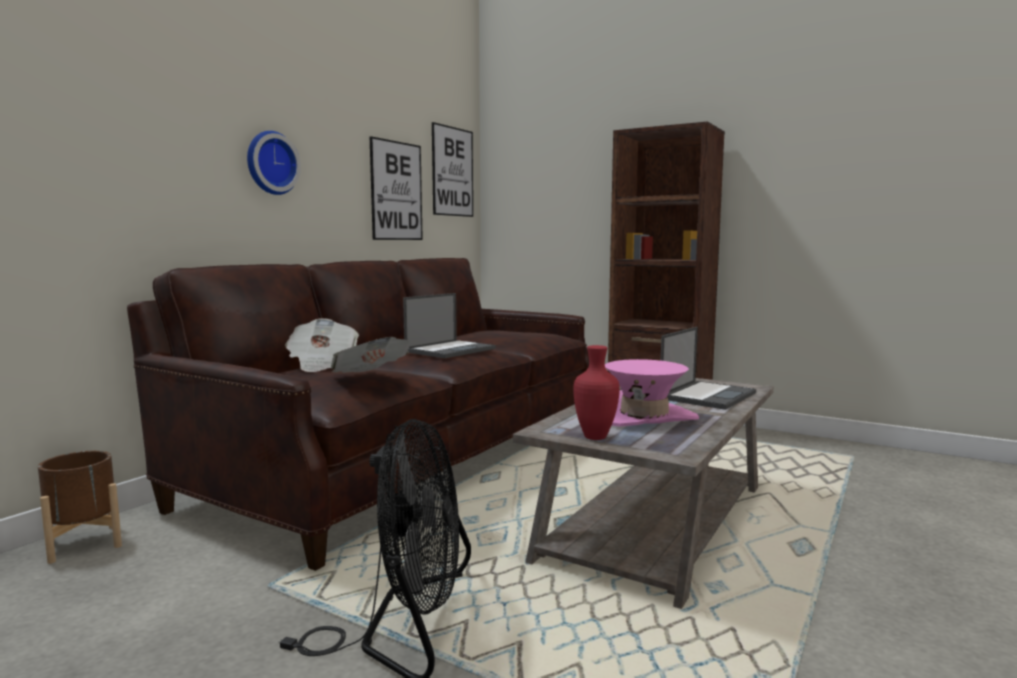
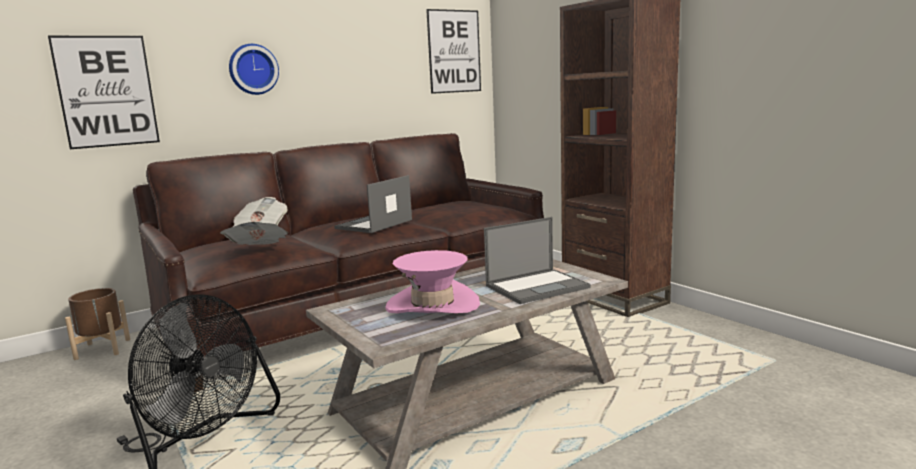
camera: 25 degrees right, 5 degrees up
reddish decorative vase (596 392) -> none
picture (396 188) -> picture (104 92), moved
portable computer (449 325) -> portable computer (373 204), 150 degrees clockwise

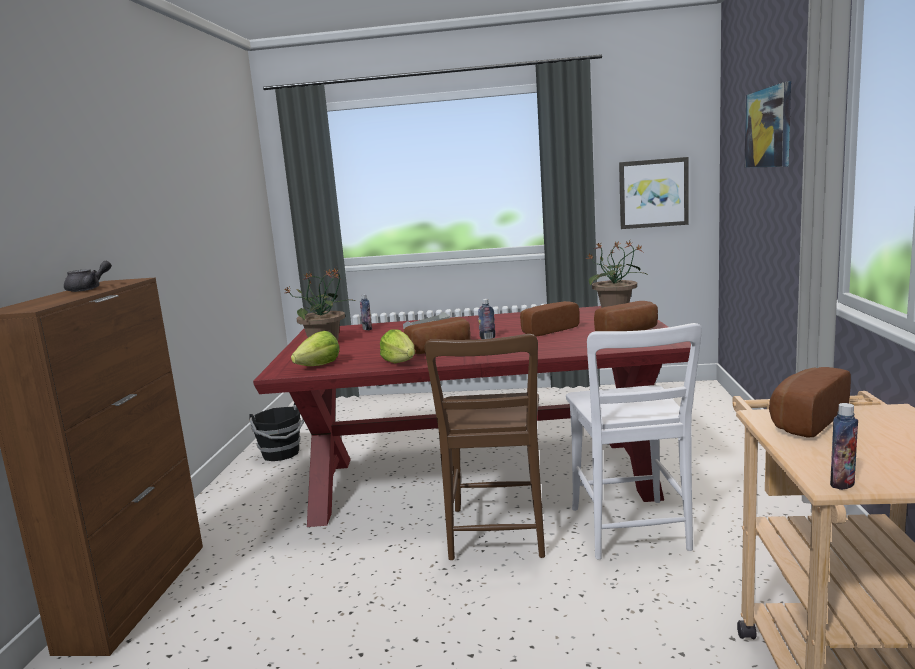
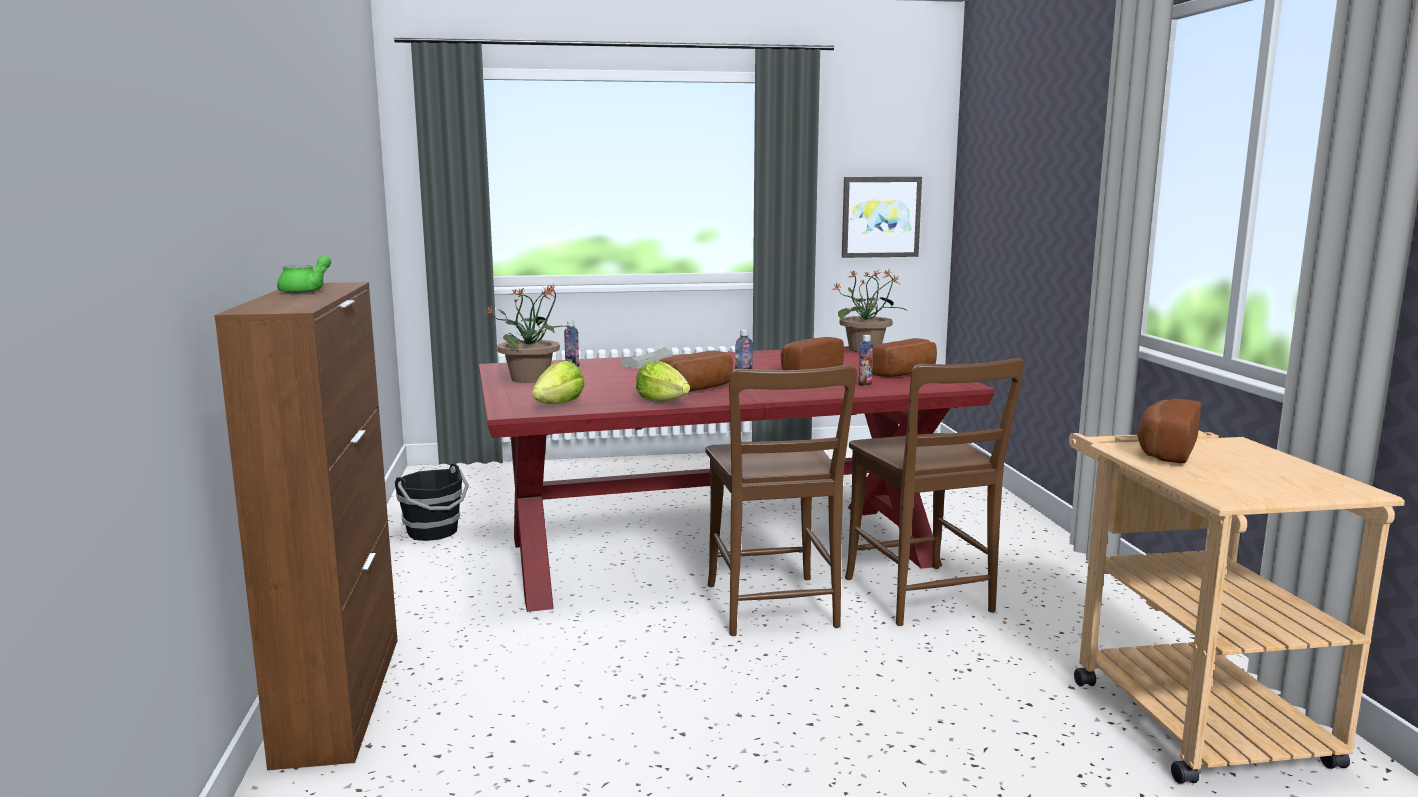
camera: 15 degrees left, 0 degrees up
picture (768 124) -> none
beverage bottle (844 446) -> beverage bottle (865 360), moved
grey tea pot (88 276) -> green-coloured tea pot (304 274)
white upright chair (634 441) -> brownish upright chair (935 492)

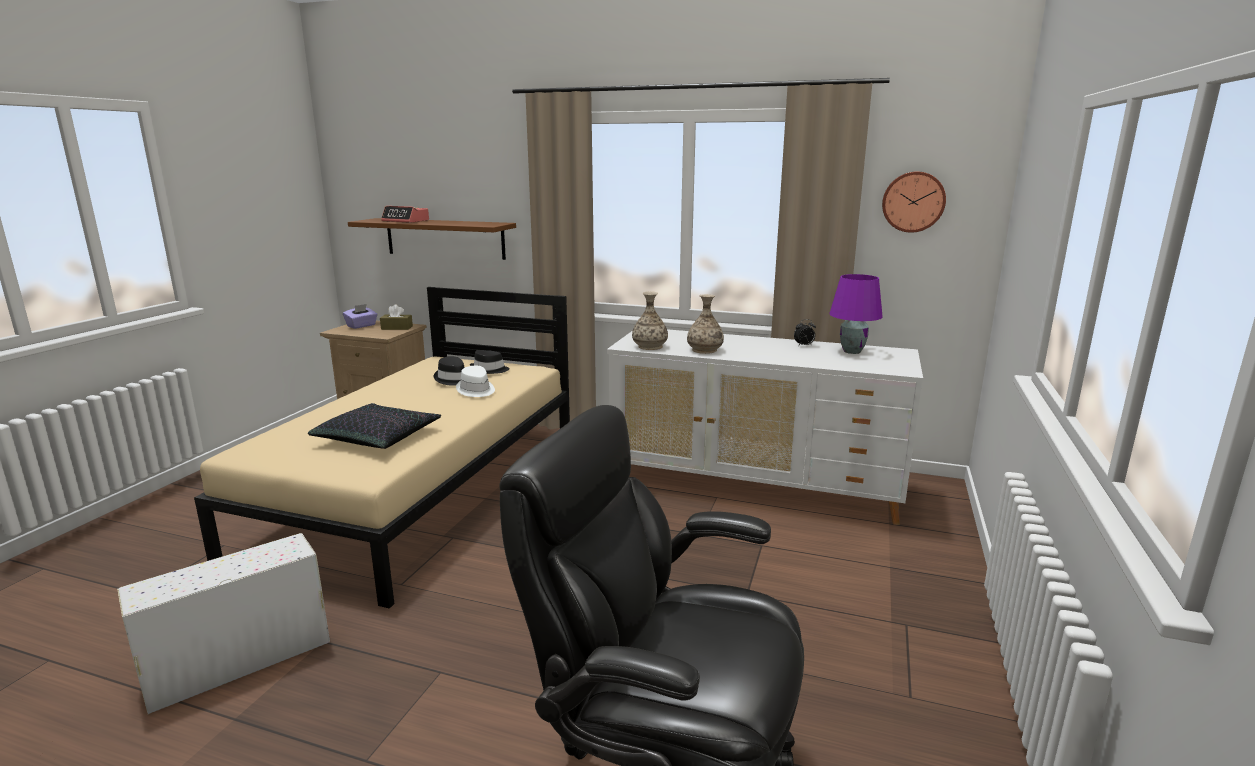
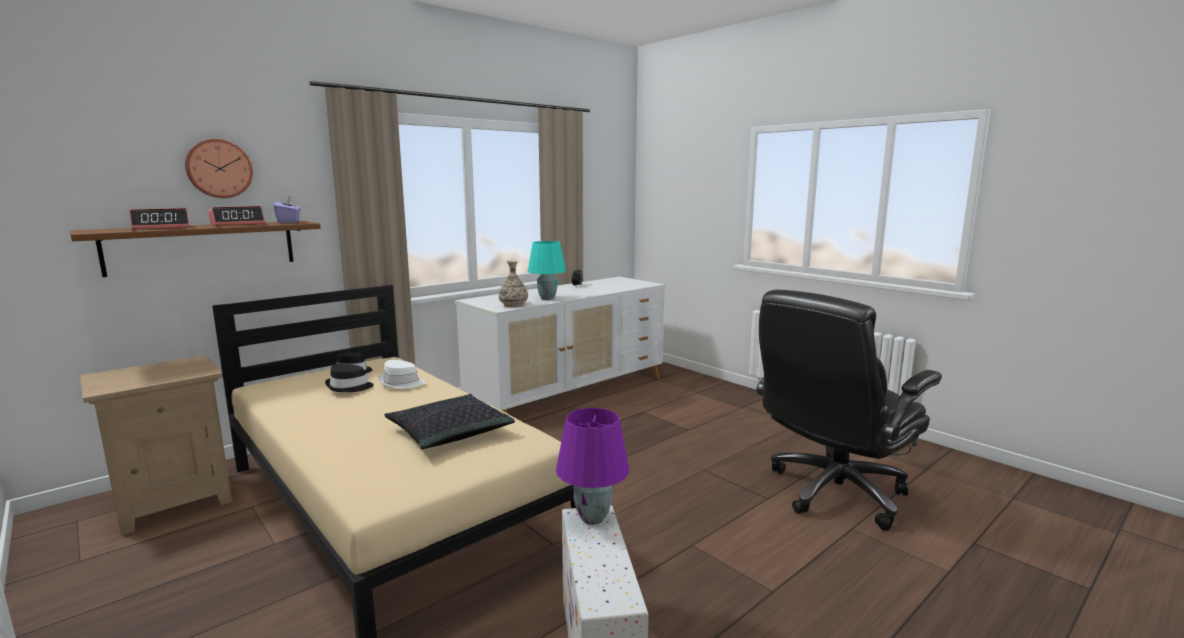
camera: 60 degrees left, 5 degrees down
brownish tissue box (396 317) -> none
none -> table clock (236 216)
purple-coloured tissue box (360 316) -> purple-coloured tissue box (287 209), moved
purple-coloured lamp for a table (856 314) -> purple-coloured lamp for a table (592 466), moved
clock on the wall (914 202) -> clock on the wall (219 168), moved
decorative vase (705 324) -> turquoise-coloured lamp for a table (547 270)

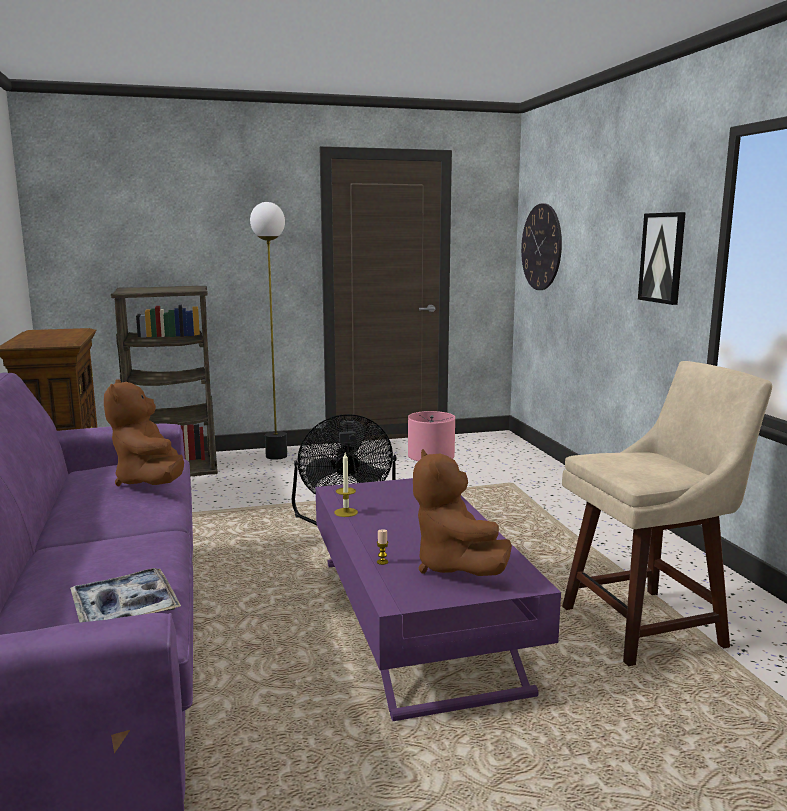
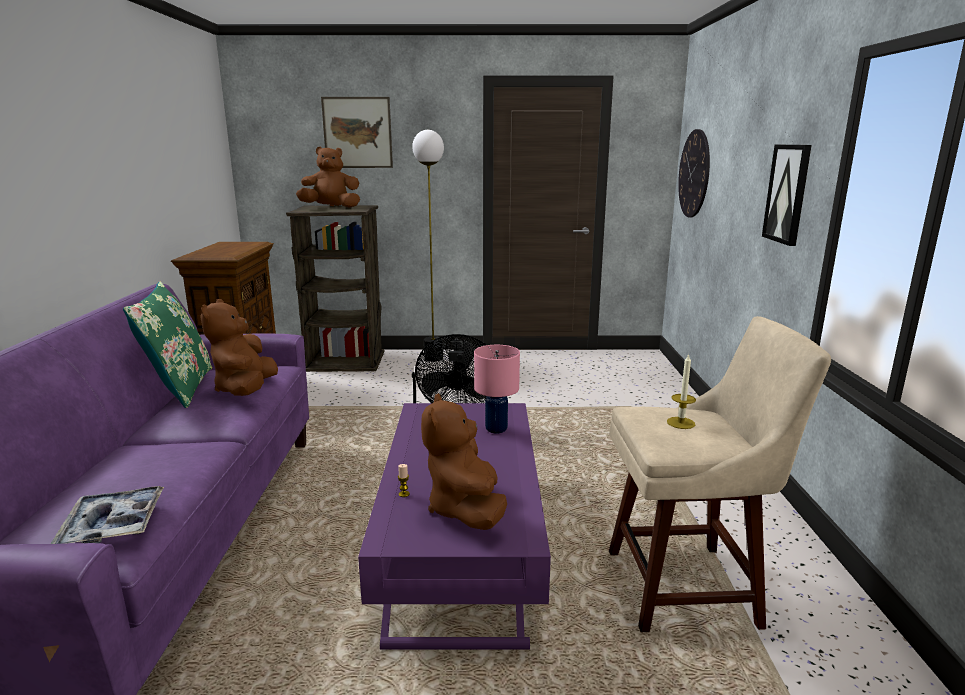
camera: 15 degrees right, 5 degrees up
none -> green-coloured pillow (167 345)
none -> brownish cuddly toy (328 177)
none -> picture (357 132)
wax light (346 485) -> wax light (681 391), moved

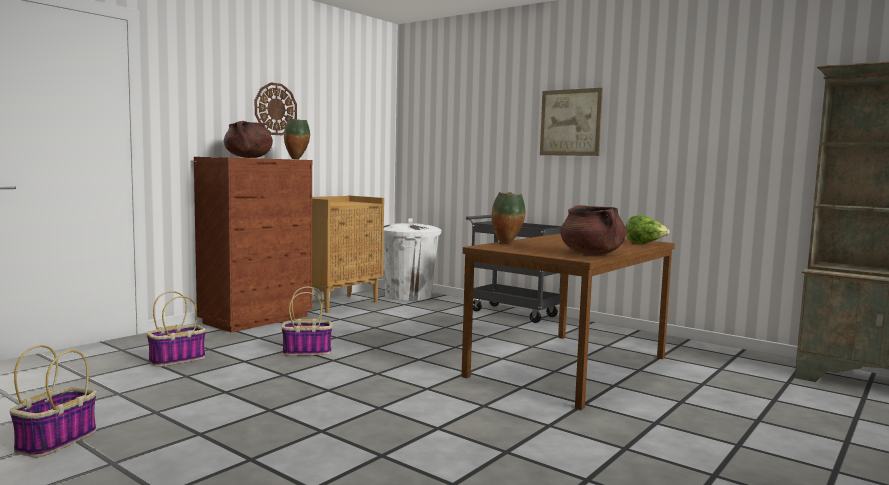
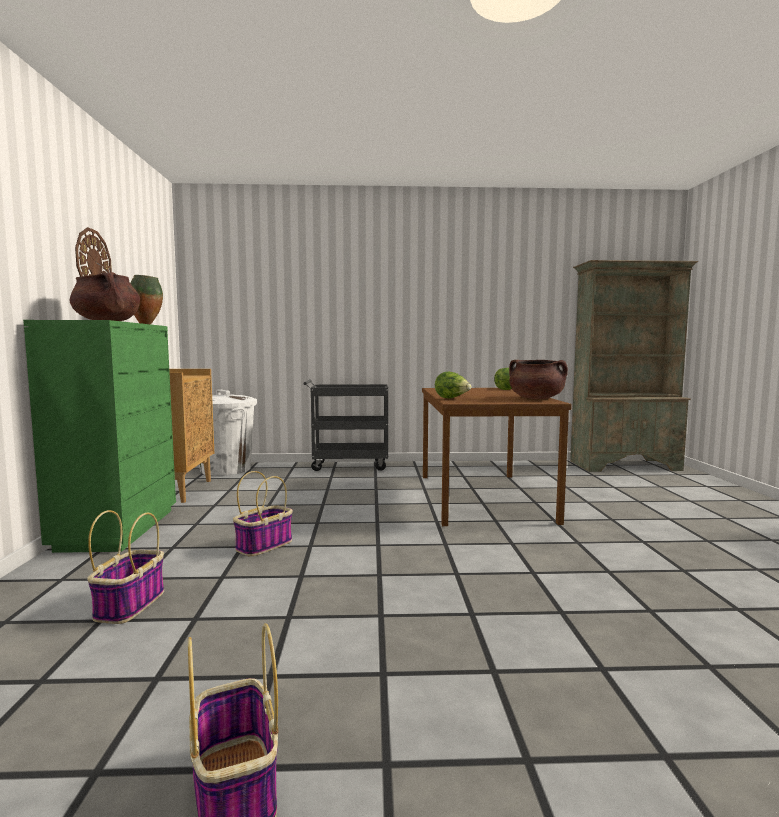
camera: 40 degrees left, 0 degrees up
picture (571 122) -> none
decorative vase (509 218) -> head of lettuce (453 385)
brownish chest of drawers (253 245) -> green-coloured chest of drawers (99 436)

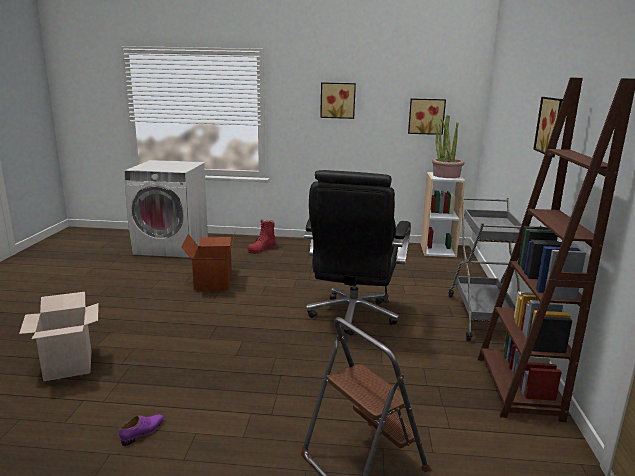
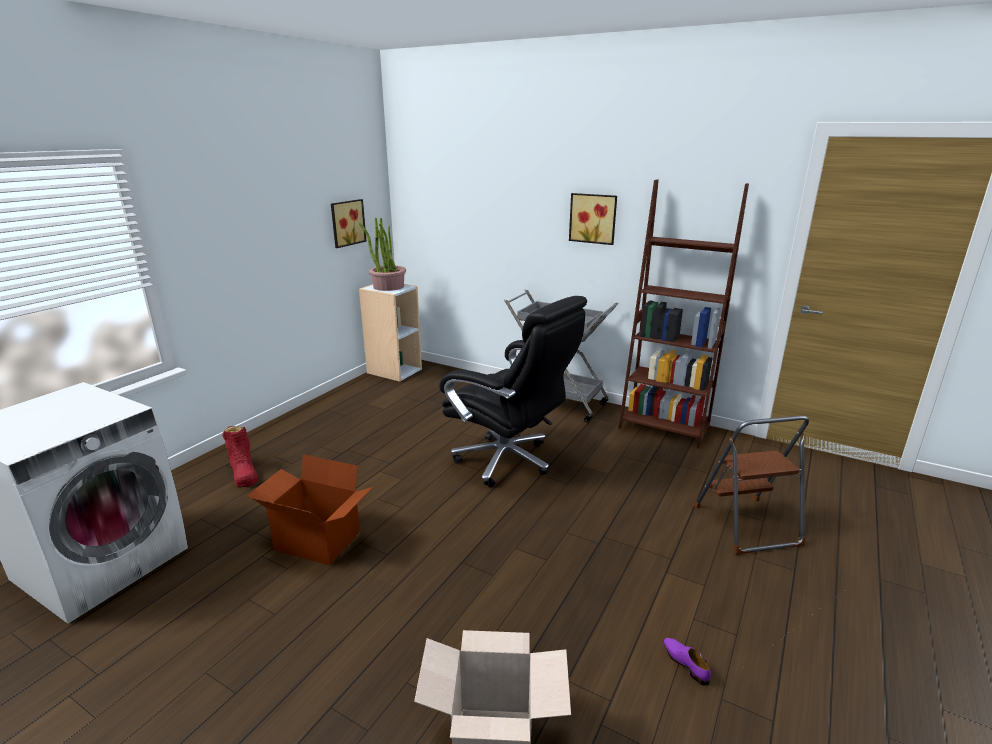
camera: 65 degrees left, 5 degrees up
picture (338 100) -> none

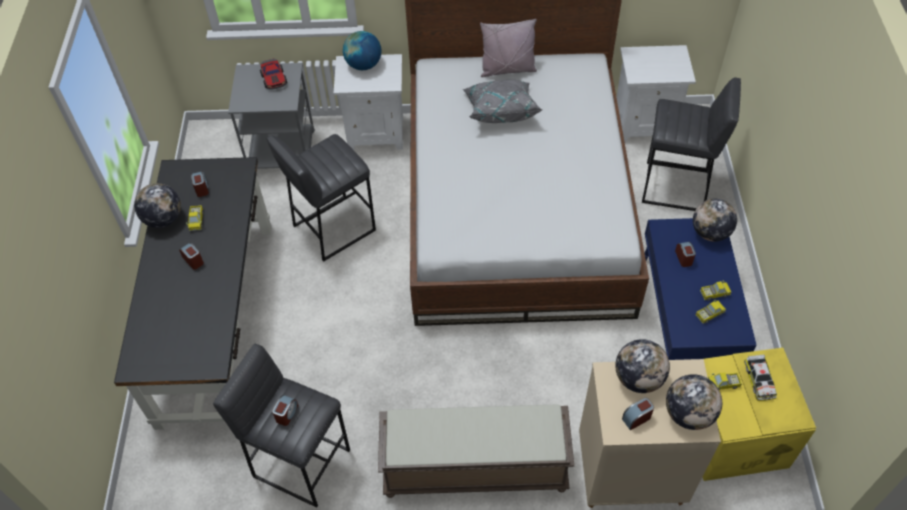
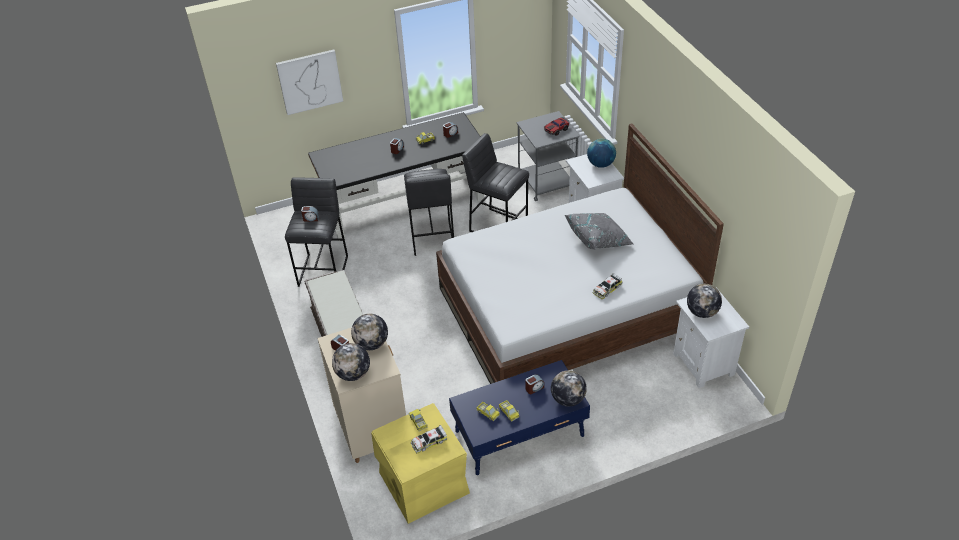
camera: 70 degrees right, 10 degrees down
purple-coloured pillow (508 48) -> none
none -> picture (309 82)
none -> model car (607 285)
desk globe (157 205) -> desk globe (704 301), moved
grey stool (691 144) -> grey stool (429 212), moved

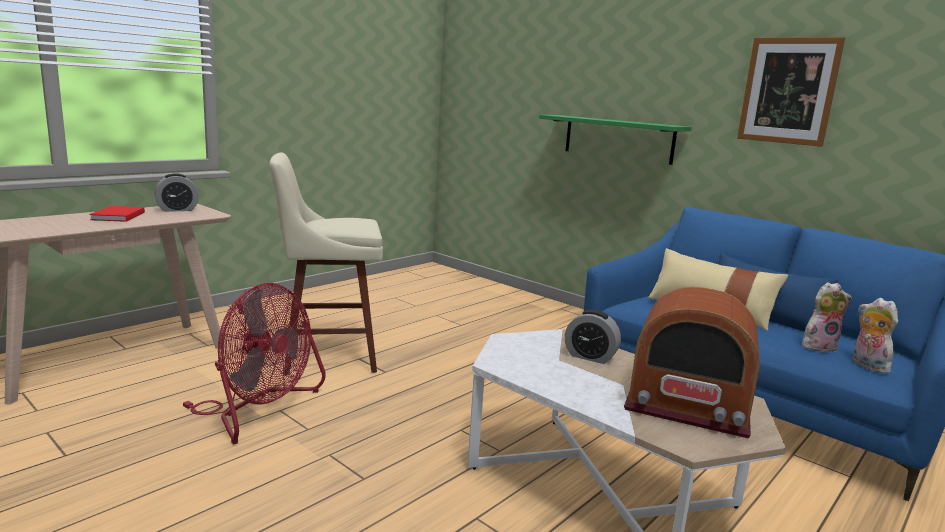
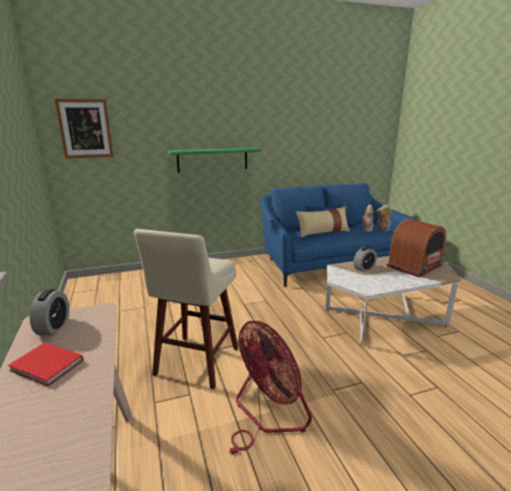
camera: 60 degrees left, 5 degrees up
picture (791 92) -> picture (84 129), moved

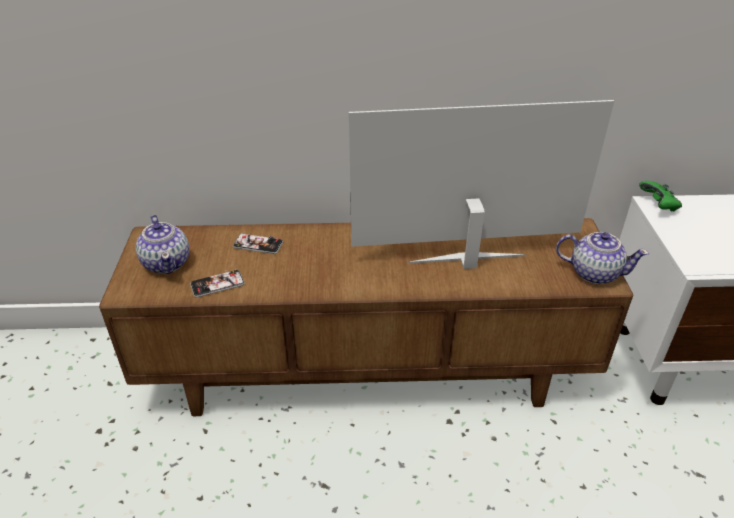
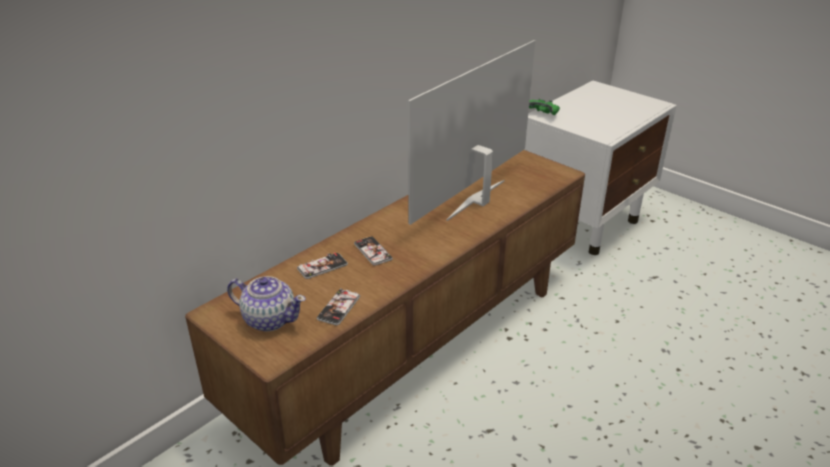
camera: 45 degrees left, 5 degrees down
tea pot (602 258) -> none
none -> handset (373 251)

